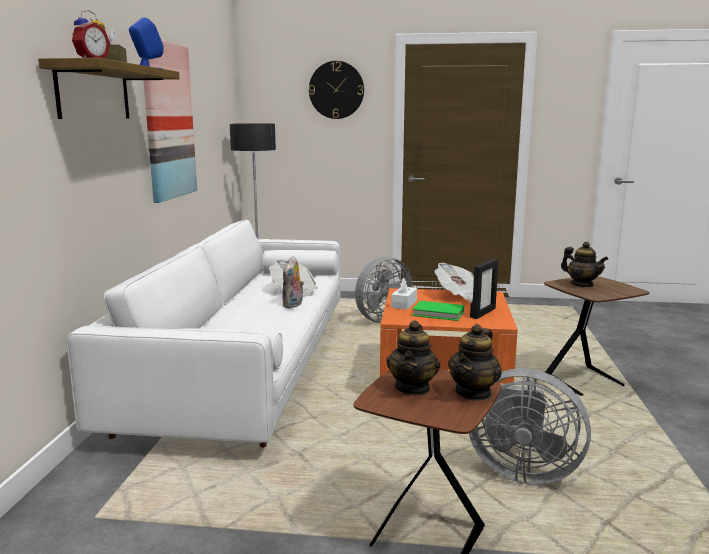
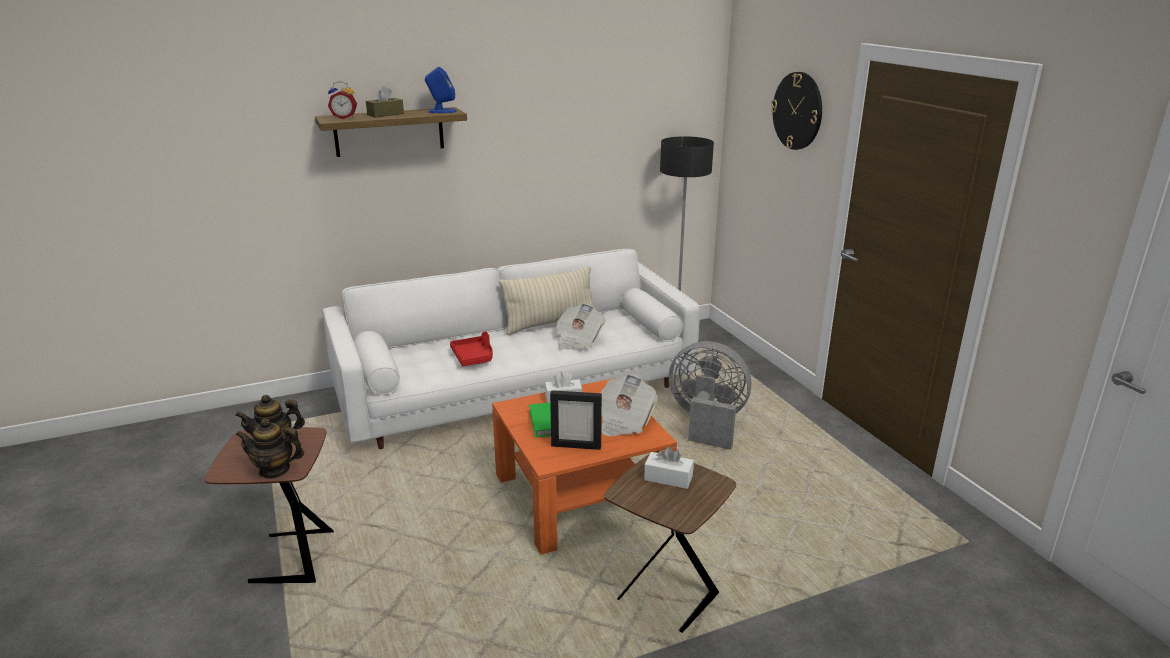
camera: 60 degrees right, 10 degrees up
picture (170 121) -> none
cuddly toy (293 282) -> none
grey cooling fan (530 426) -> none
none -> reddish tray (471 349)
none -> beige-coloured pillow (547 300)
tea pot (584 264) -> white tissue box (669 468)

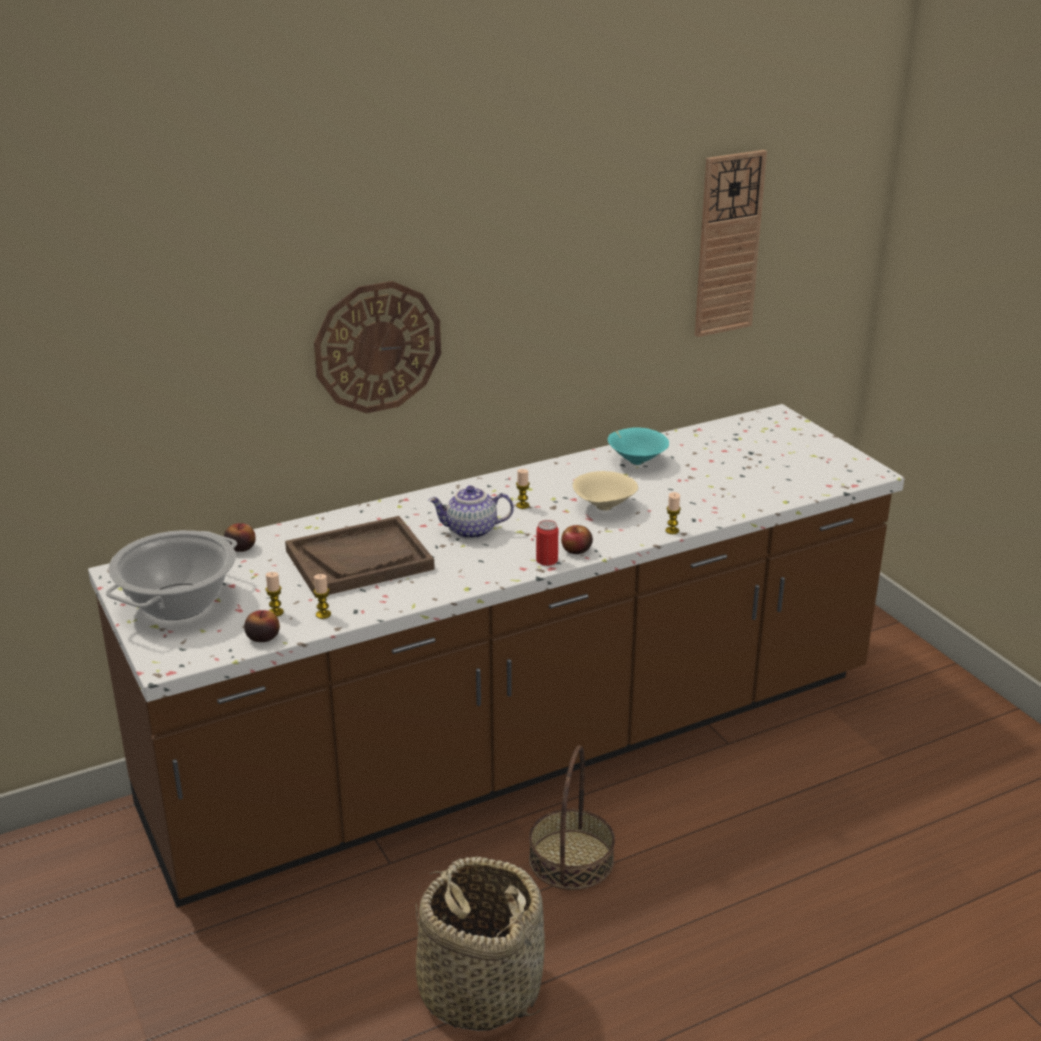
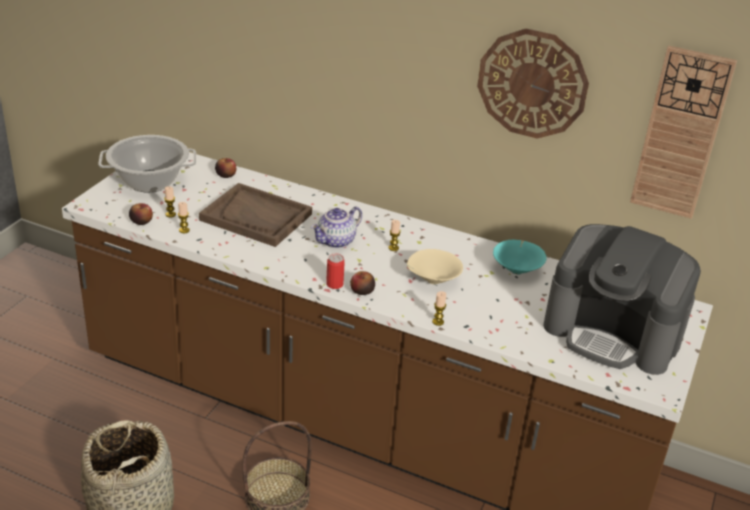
camera: 50 degrees right, 5 degrees up
none -> coffee machine (622 299)
clock on the wall (377 347) -> clock on the wall (533 84), moved
tea pot (471 512) -> tea pot (336 227), 90 degrees counterclockwise

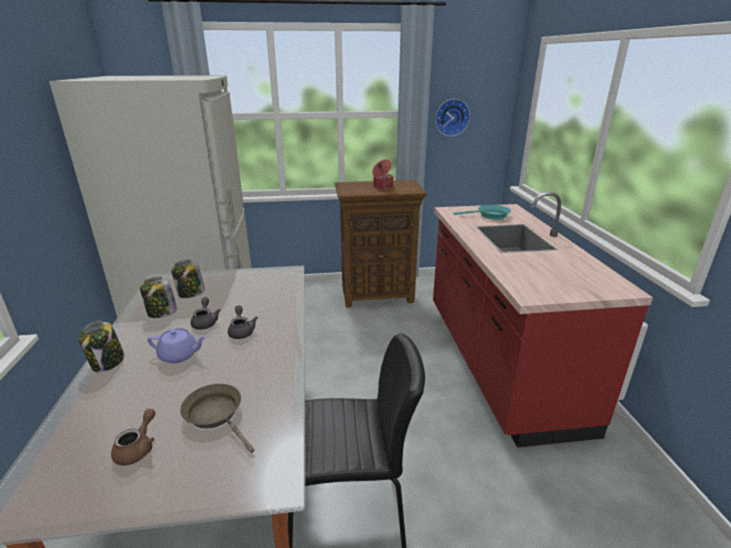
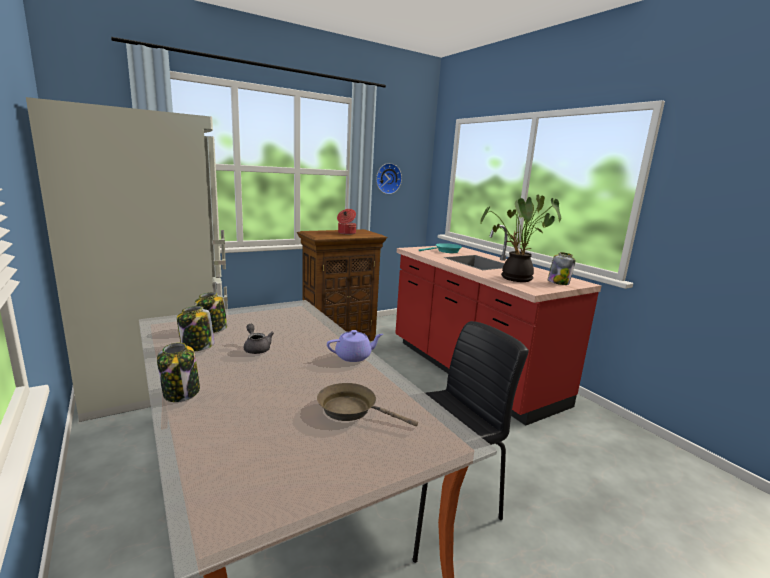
camera: 25 degrees left, 10 degrees down
brownish tea pot (133 437) -> none
grey tea pot (243 322) -> none
none -> potted plant (520 238)
none -> storage jar (562 268)
purple-coloured tea pot (176 345) -> purple-coloured tea pot (355 346), moved

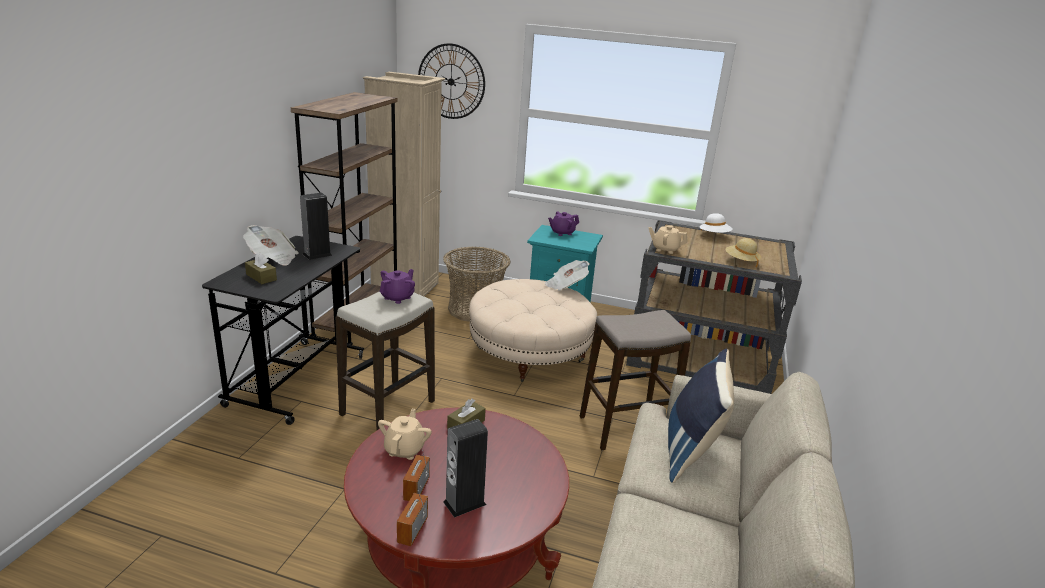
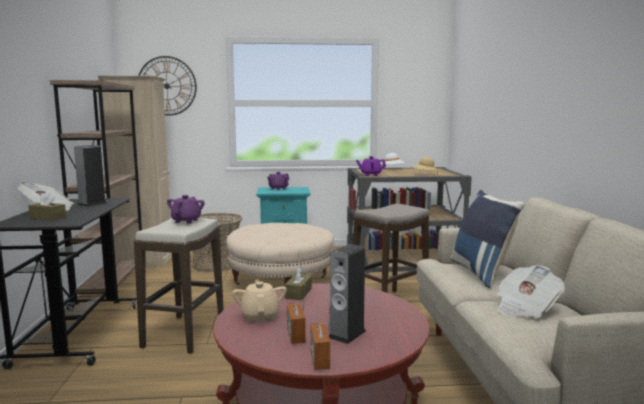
camera: 20 degrees left, 15 degrees down
printed paper (567 275) -> printed paper (530 291), moved
beige-coloured tea pot (668 239) -> purple-coloured tea pot (371 166)

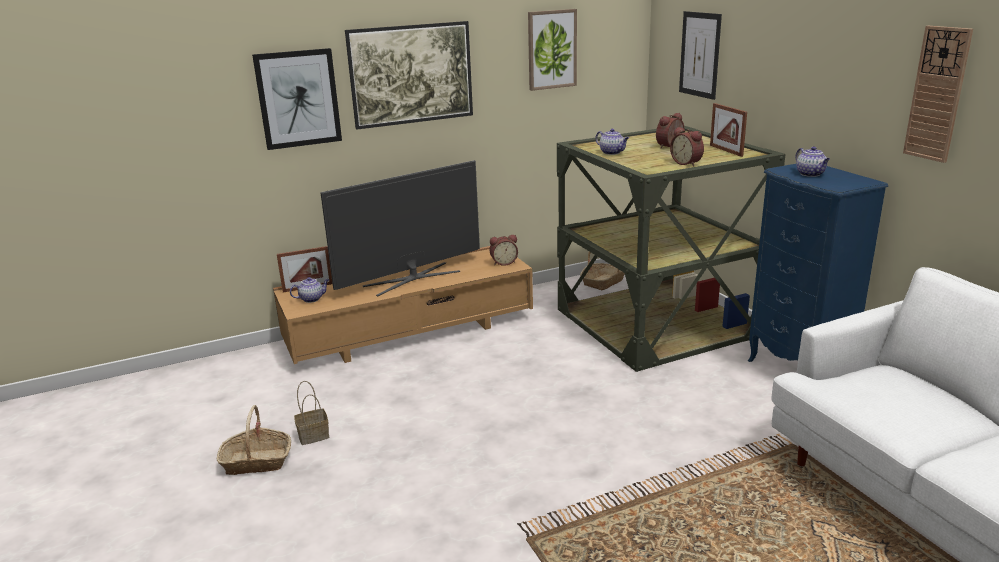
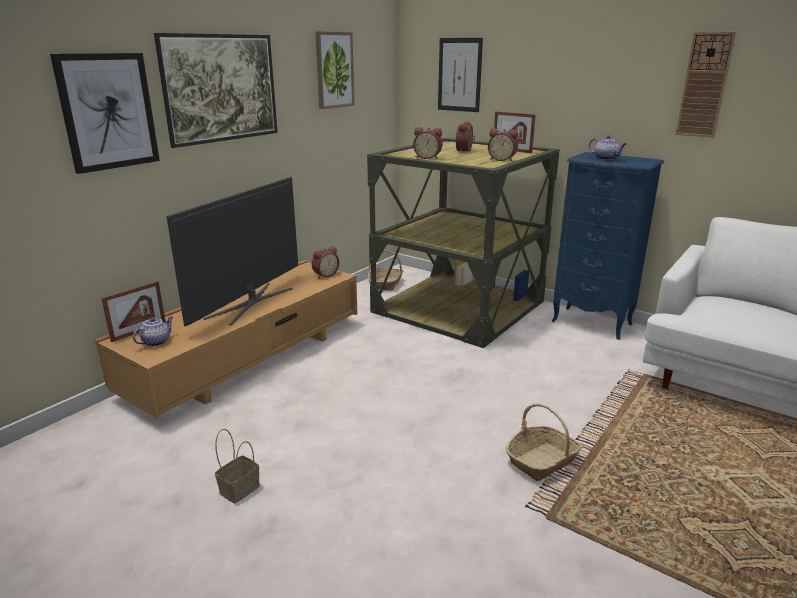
camera: 30 degrees left, 0 degrees up
basket (254 440) -> basket (544 442), moved
tea pot (612 142) -> table clock (428 143)

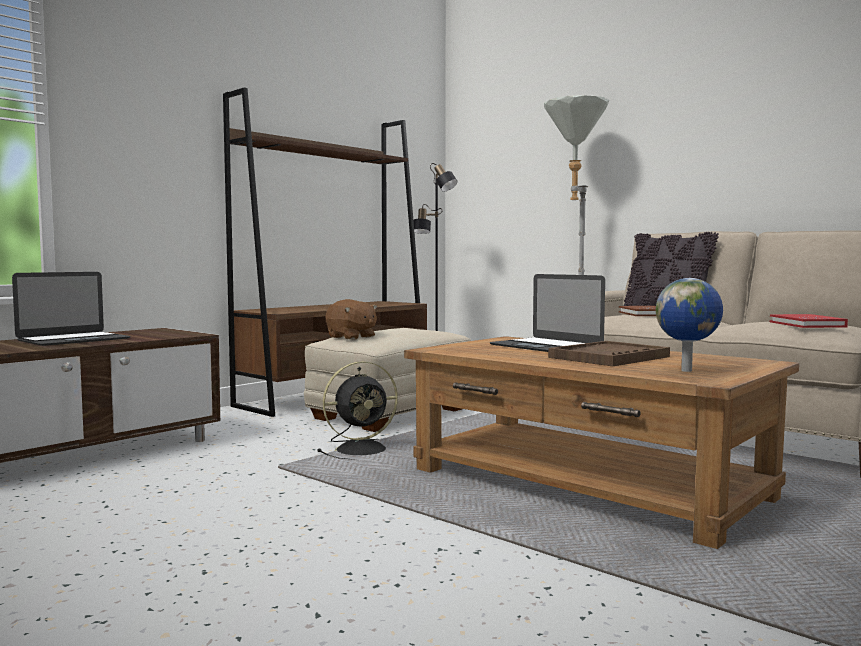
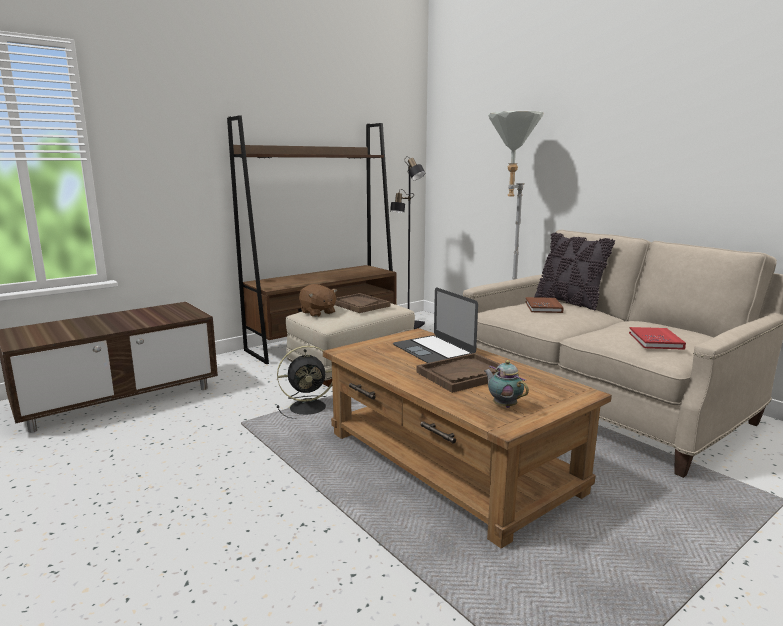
camera: 10 degrees right, 10 degrees up
portable computer (71 309) -> none
none -> brownish tray (362 303)
desk globe (689 325) -> tea pot (506 384)

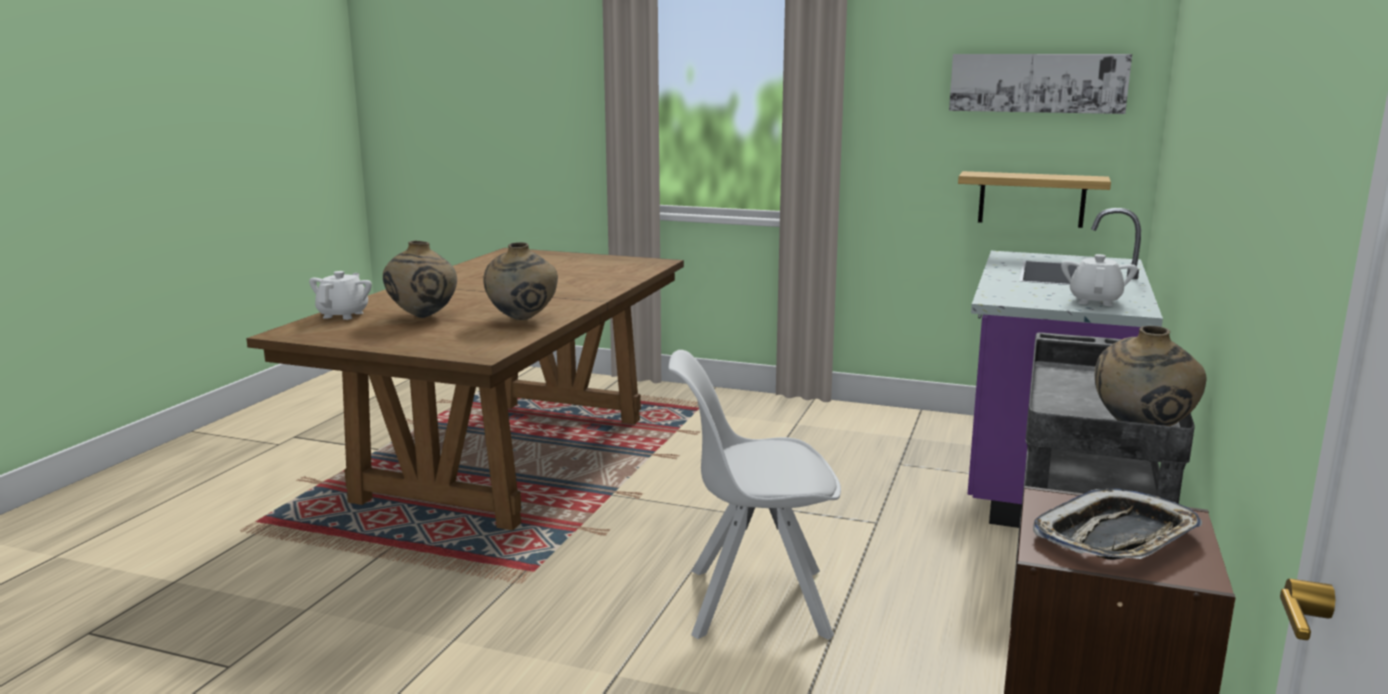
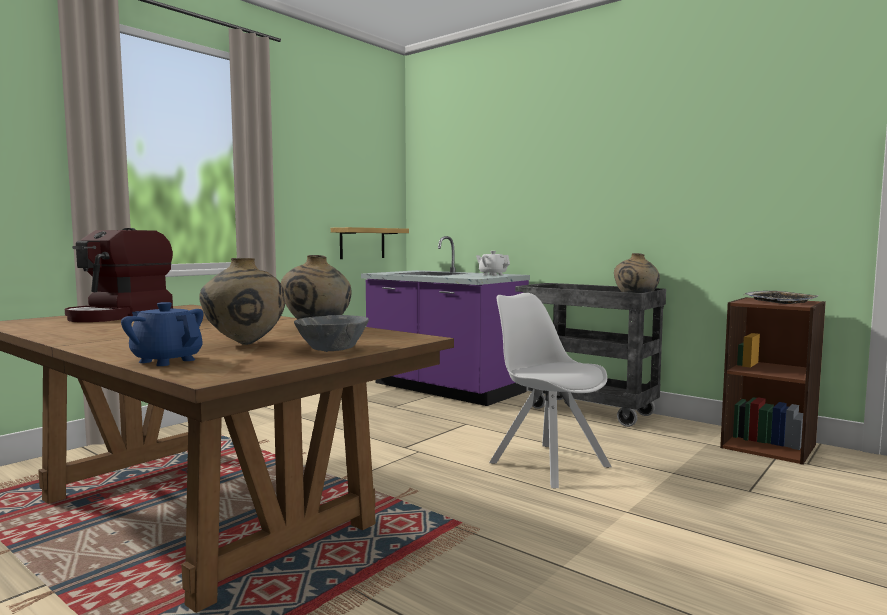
camera: 70 degrees left, 10 degrees down
picture (1040 84) -> none
none -> coffee machine (119 275)
none -> grey serving bowl (331 333)
white tea pot (340 295) -> blue-coloured tea pot (162 334)
white upright chair (754 495) -> white upright chair (550 391), 120 degrees clockwise

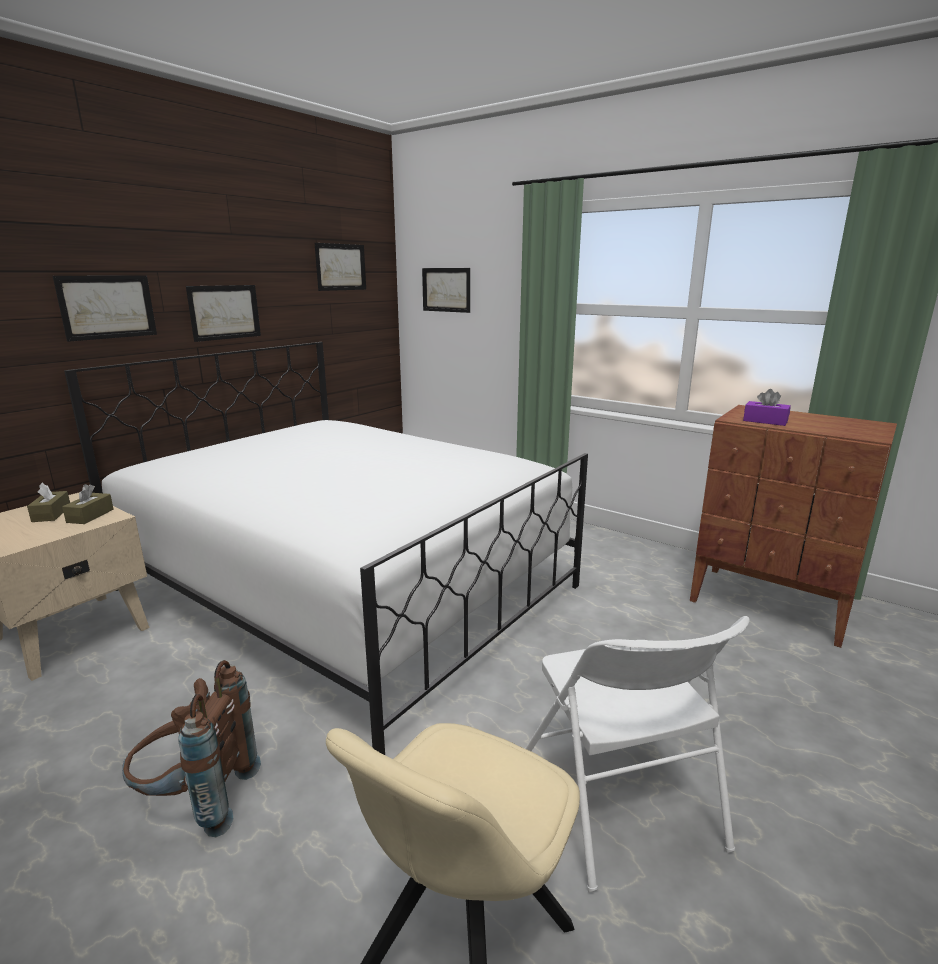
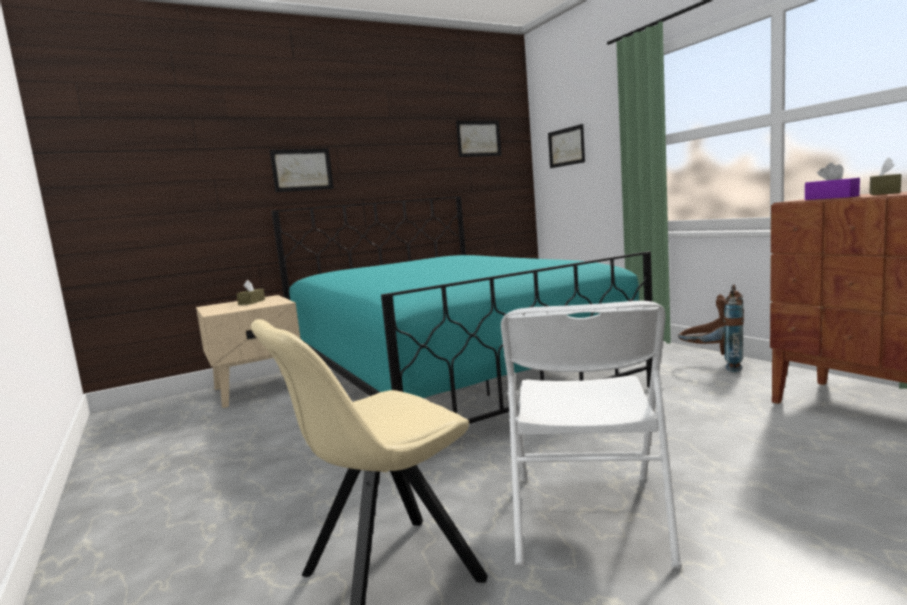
camera: 25 degrees right, 10 degrees down
picture (223 313) -> none
brownish tissue box (88 504) -> brownish tissue box (885 176), moved
brownish backpack (191 748) -> brownish backpack (711 328), moved
white bed (326 548) -> turquoise-coloured bed (462 310)

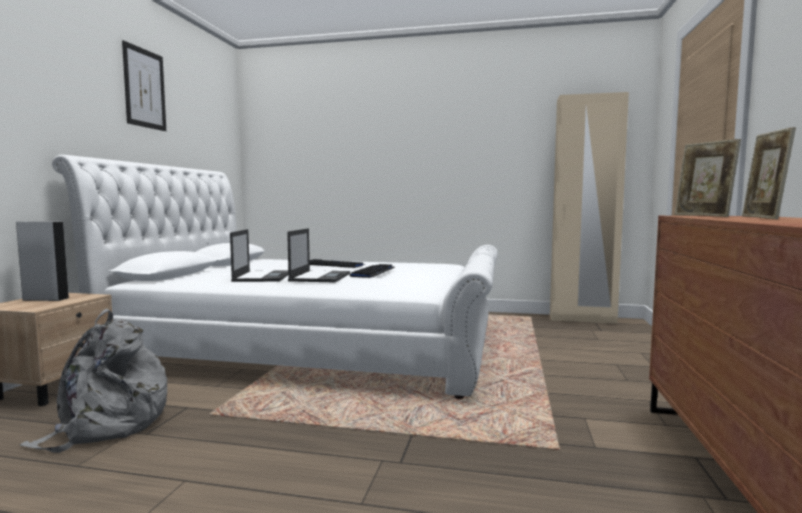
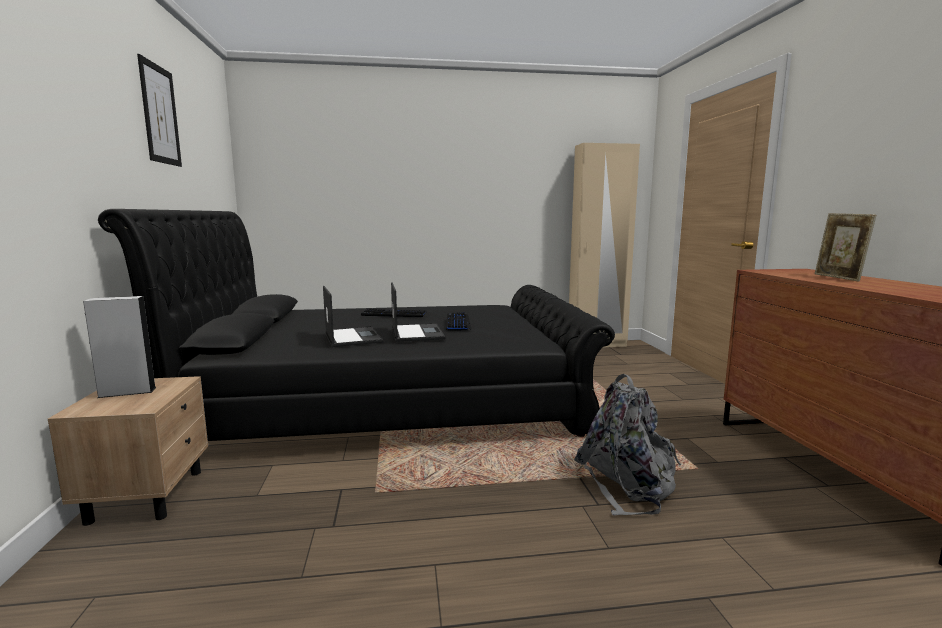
camera: 20 degrees left, 5 degrees up
photo frame (708 178) -> none
grey backpack (93 380) -> grey backpack (627 444), moved
white bed (275 277) -> blackish bed (356 325)

